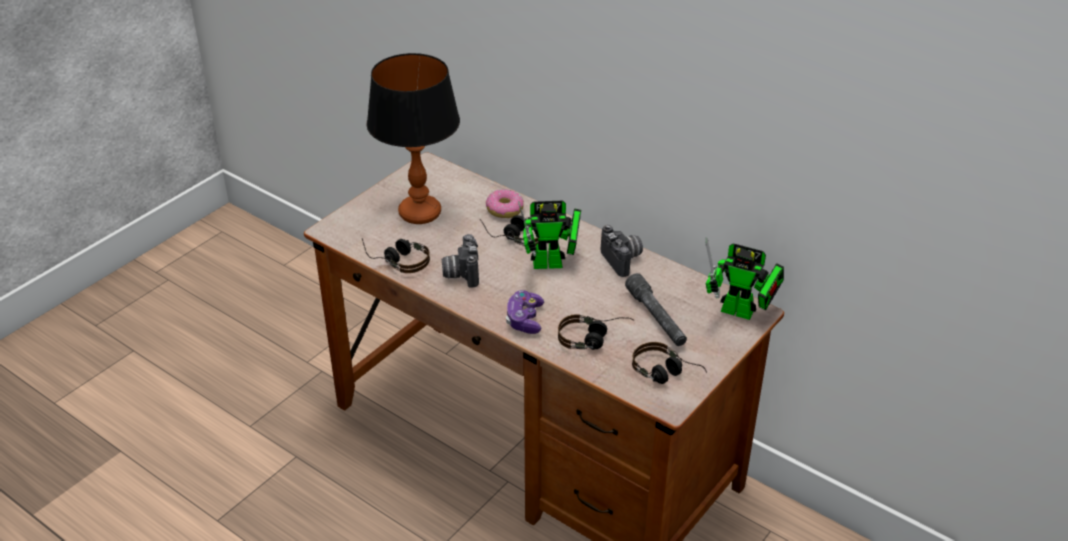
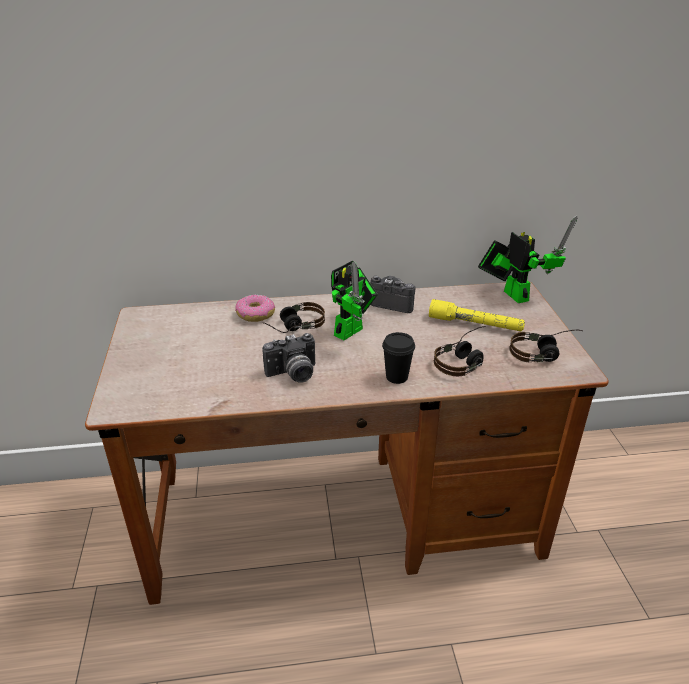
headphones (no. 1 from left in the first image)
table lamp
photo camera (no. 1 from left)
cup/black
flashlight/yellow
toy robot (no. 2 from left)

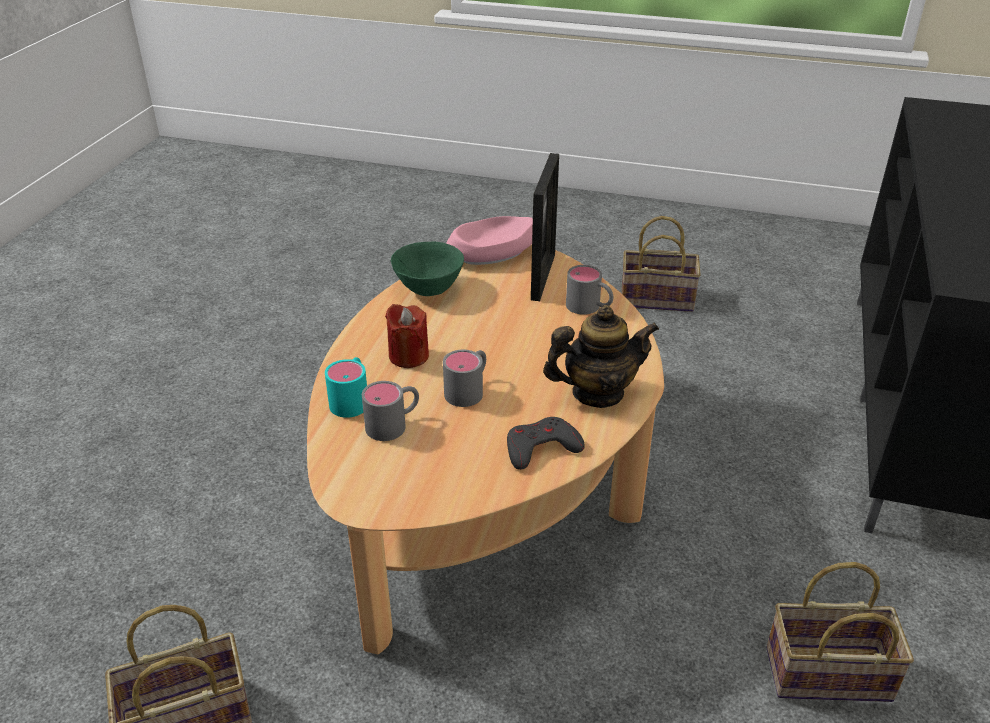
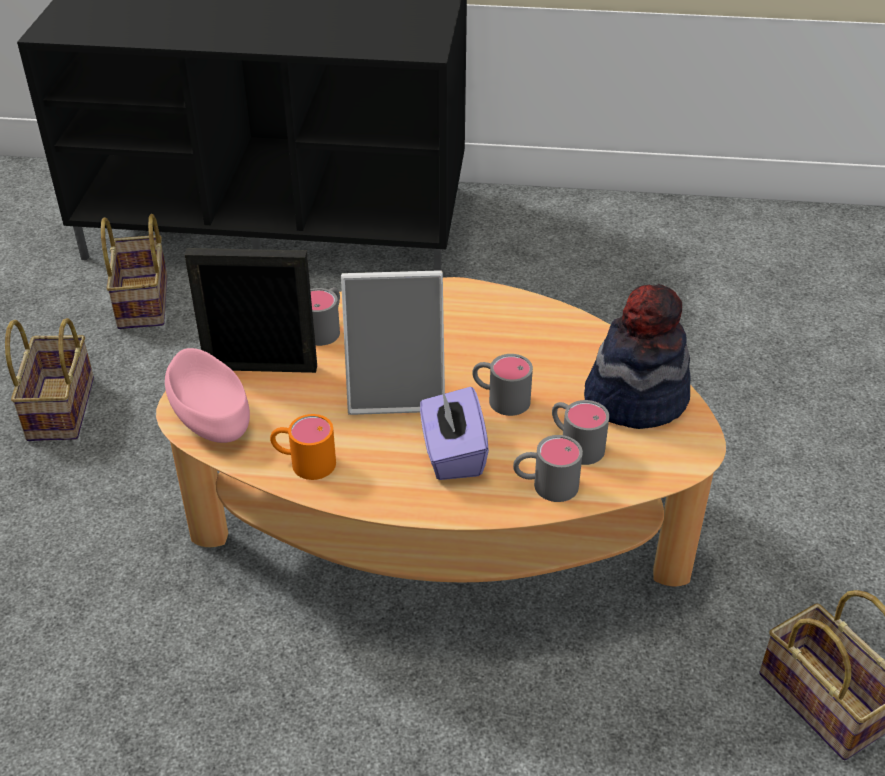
mug/grey (no. 3 from left)
tissue box/purple
mug/orange
game controller/grey
teapot
basket (no. 2 from left)
picture frame (no. 2 from left)
hat

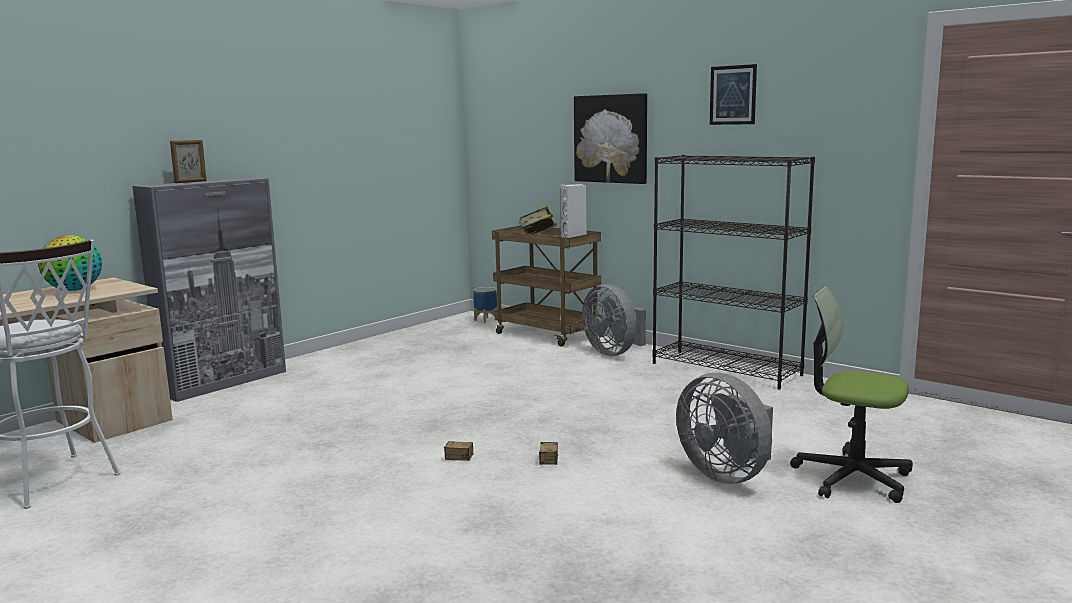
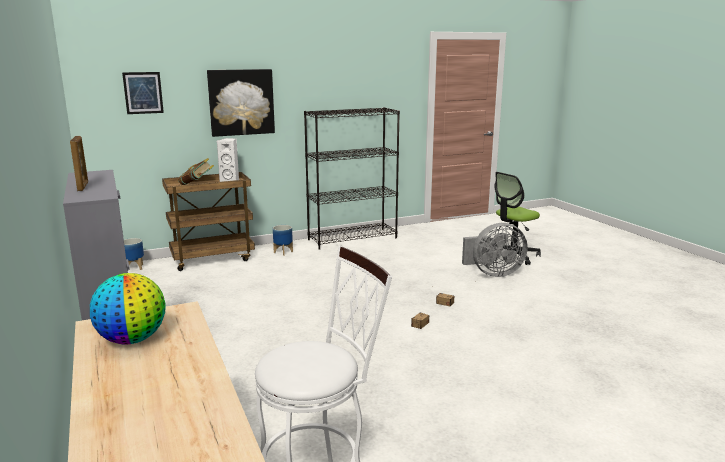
planter (no. 2 from left)
picture (no. 1 from left)

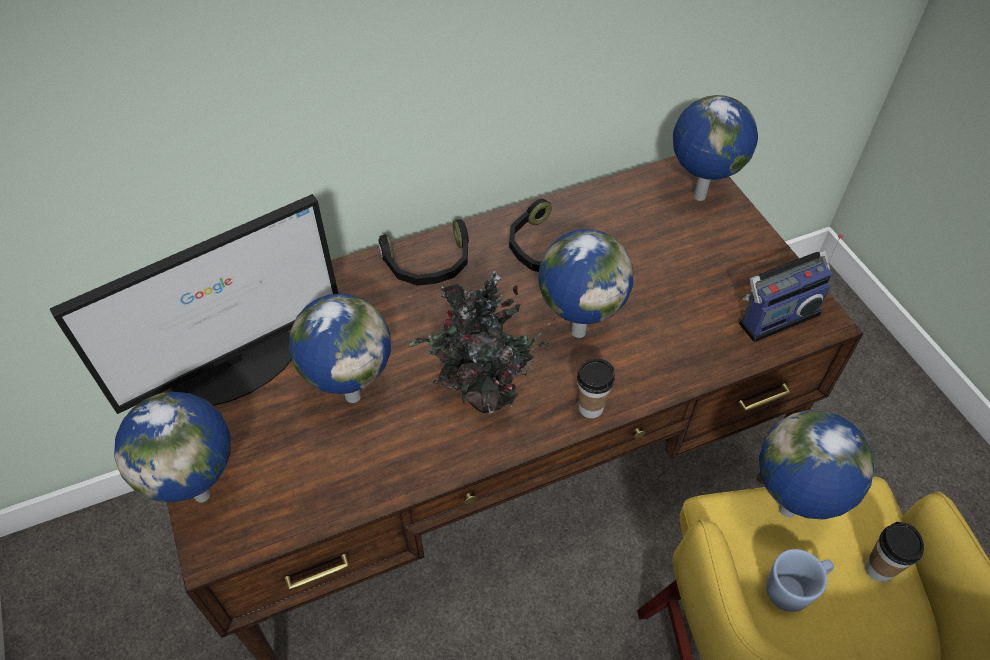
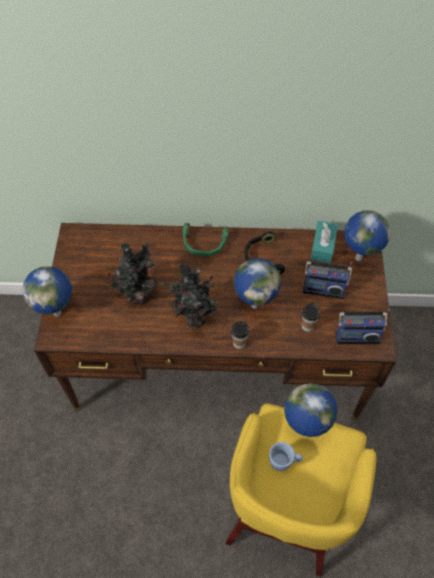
monitor
potted plant (no. 1 from left)
headphones/green
cup (no. 2 from left)
radio (no. 1 from left)
tissue box/turquoise

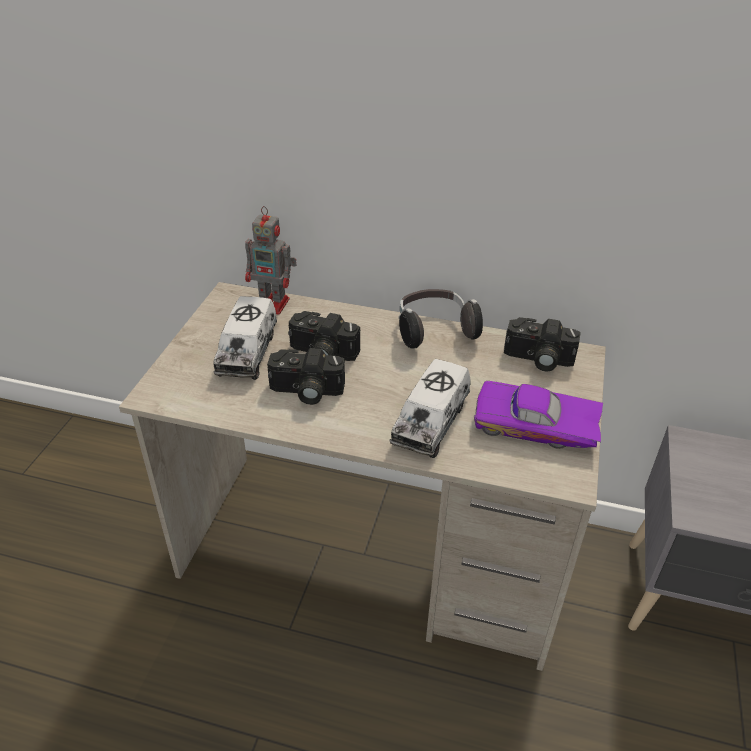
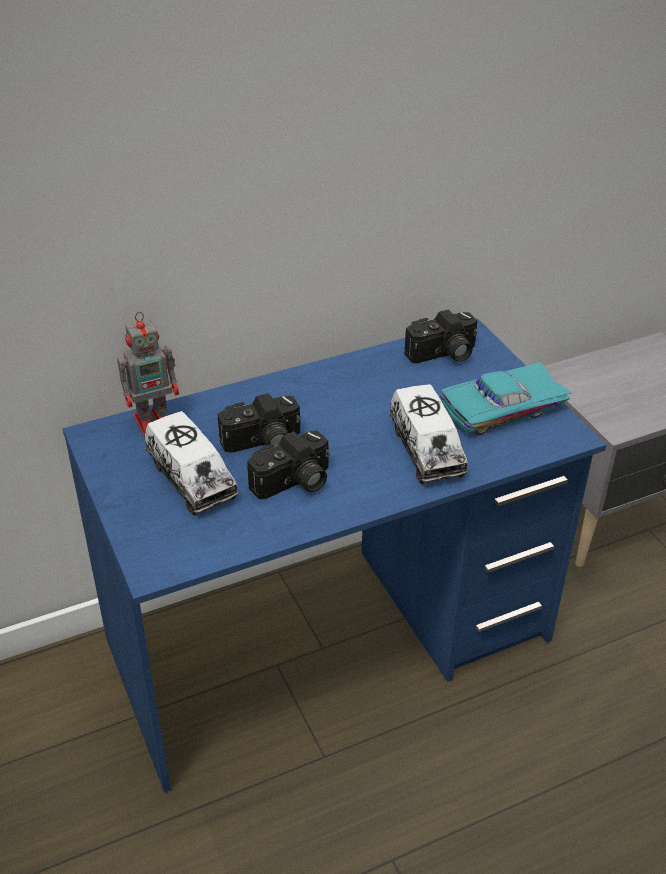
desk/blue
headphones
toy car/turquoise

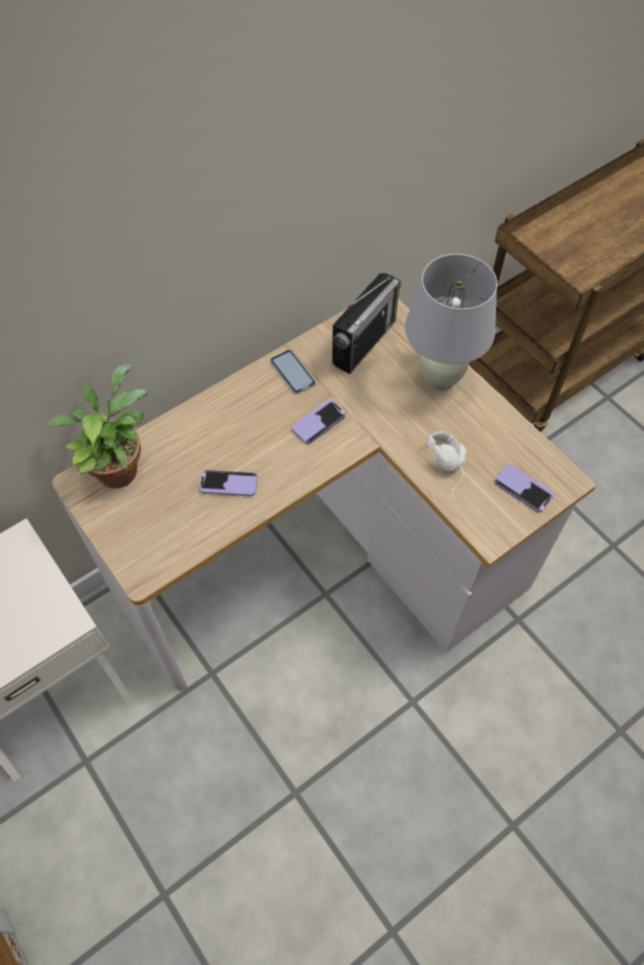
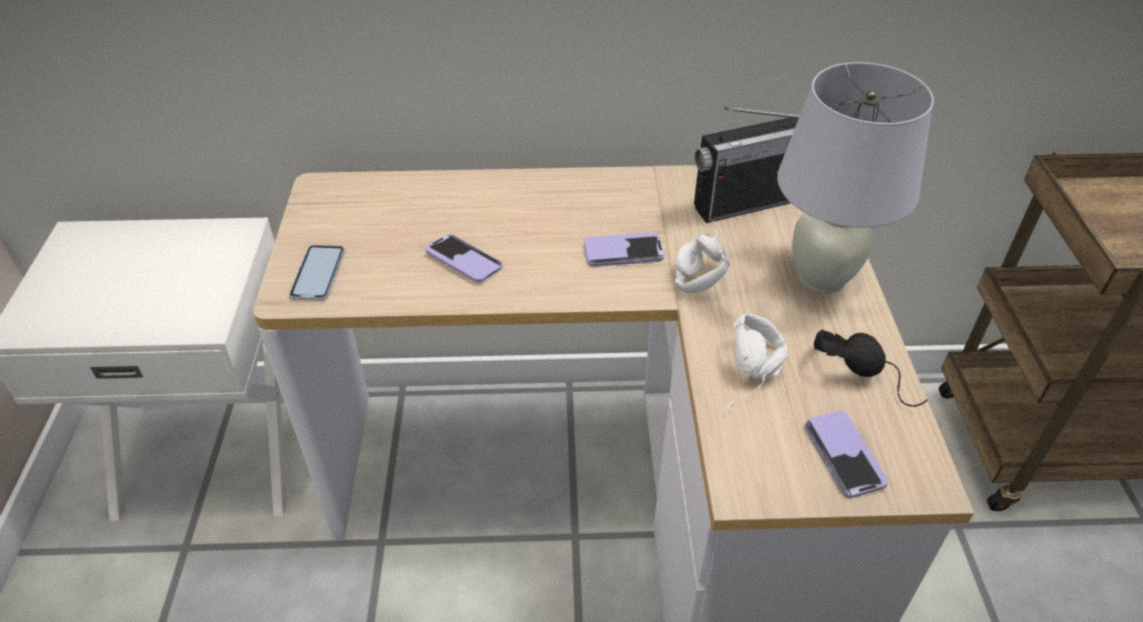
potted plant
phone (no. 1 from left)
headphones/white (no. 1 from left)
headphones/black

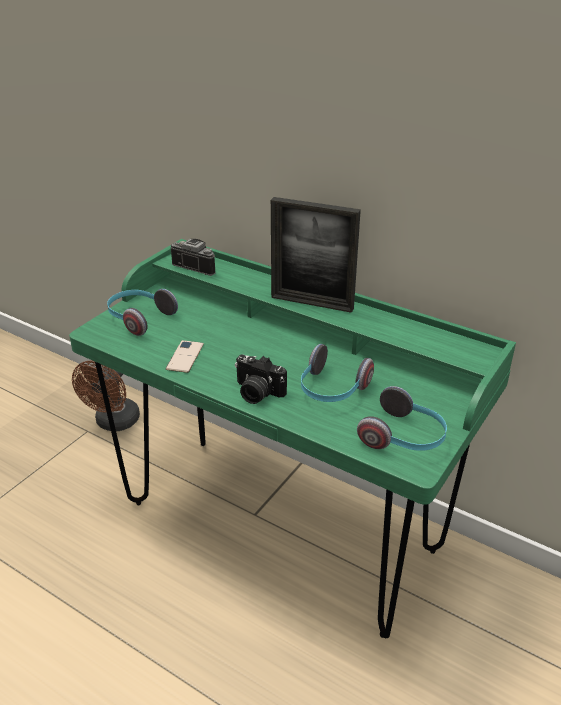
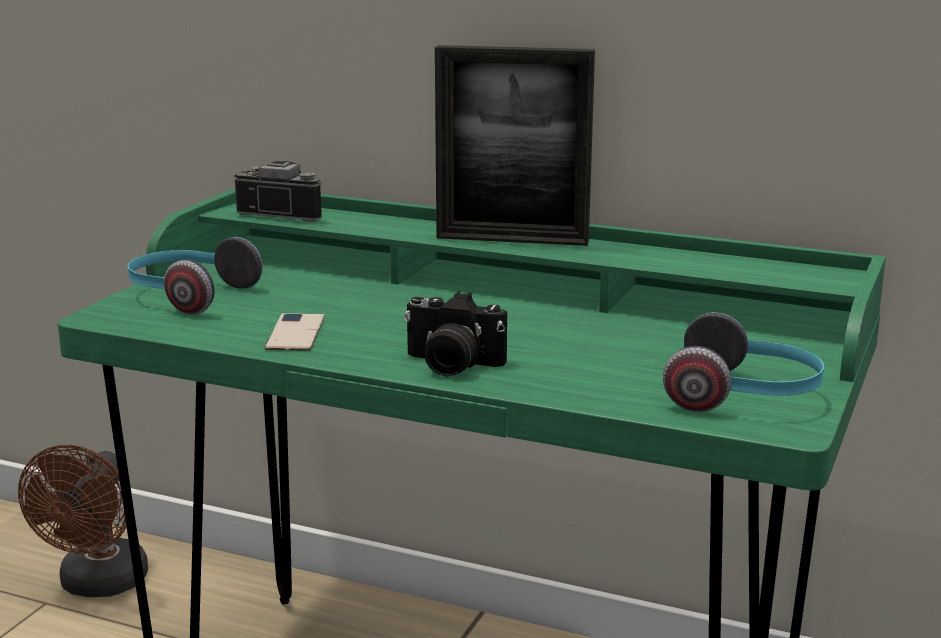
headphones (no. 2 from left in the first image)

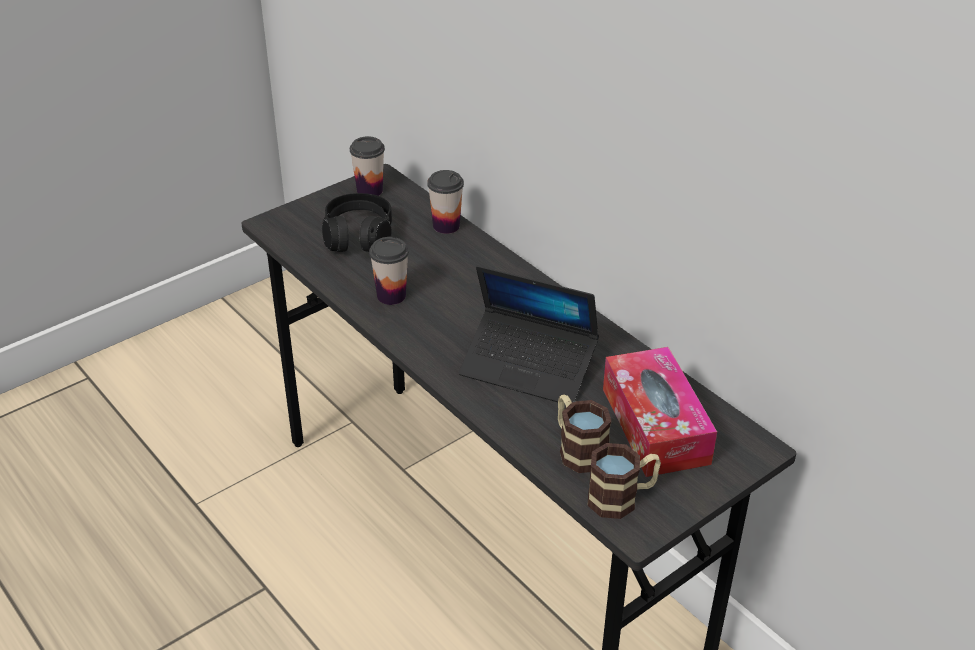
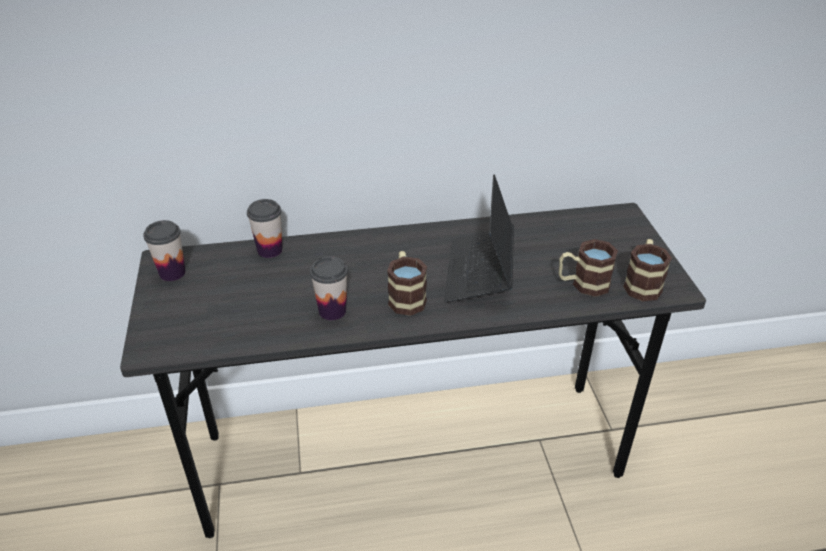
headphones/black
laptop
tissue box
mug (no. 1 from left)

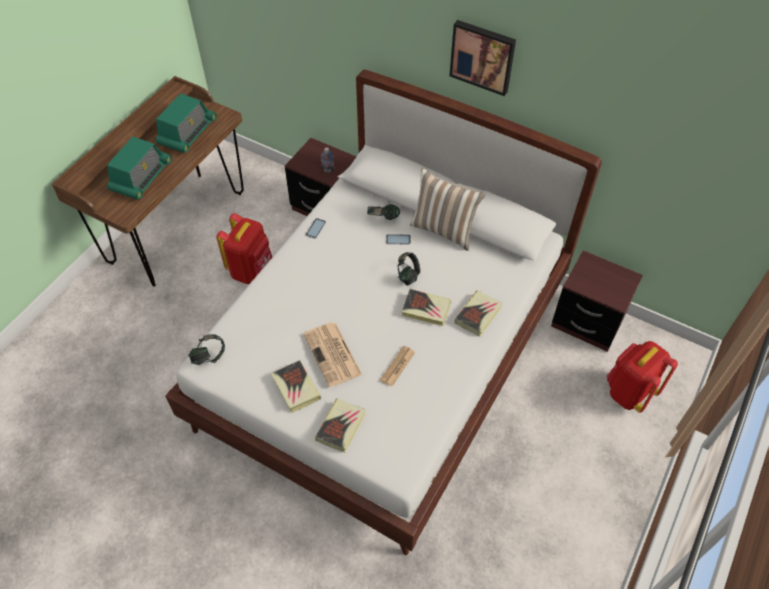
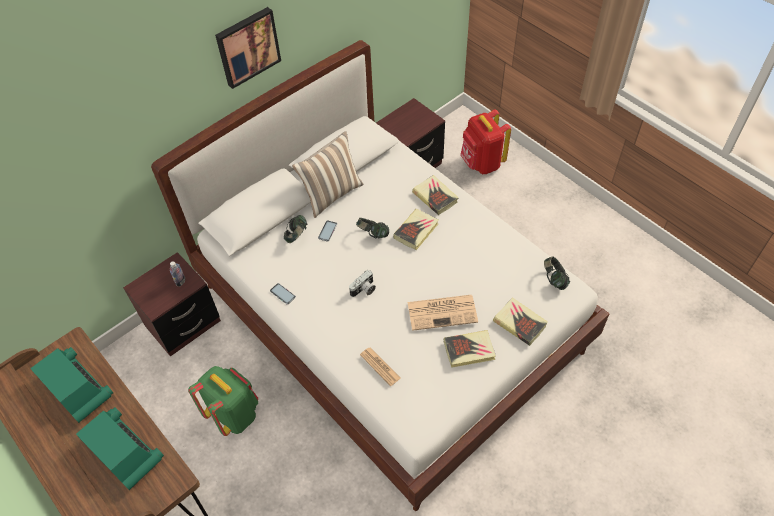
headphones (no. 3 from left)
backpack/green
newspaper (no. 1 from left)
photo camera

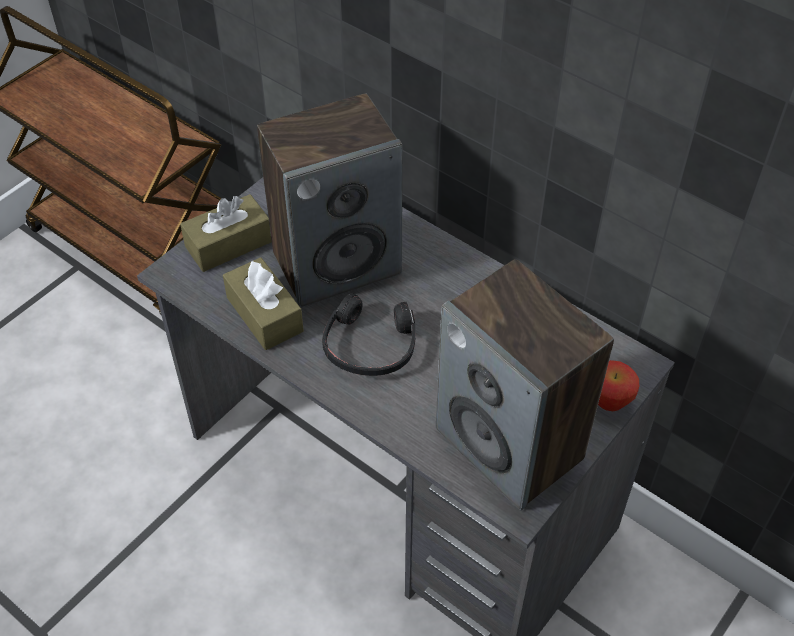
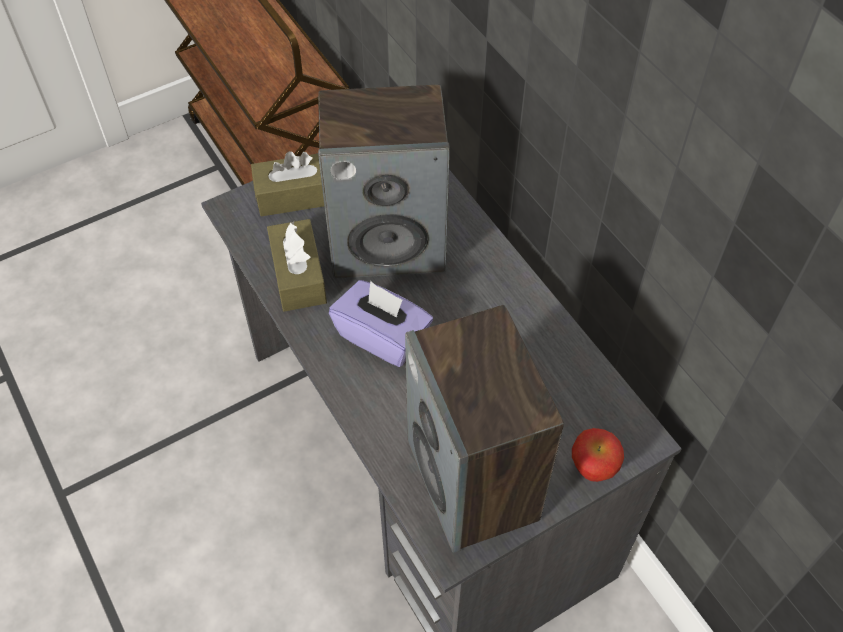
tissue box/purple

